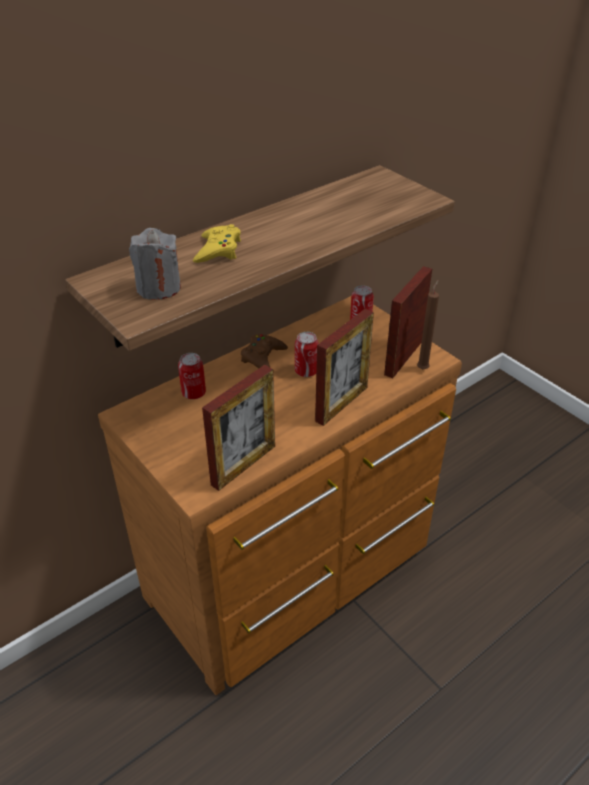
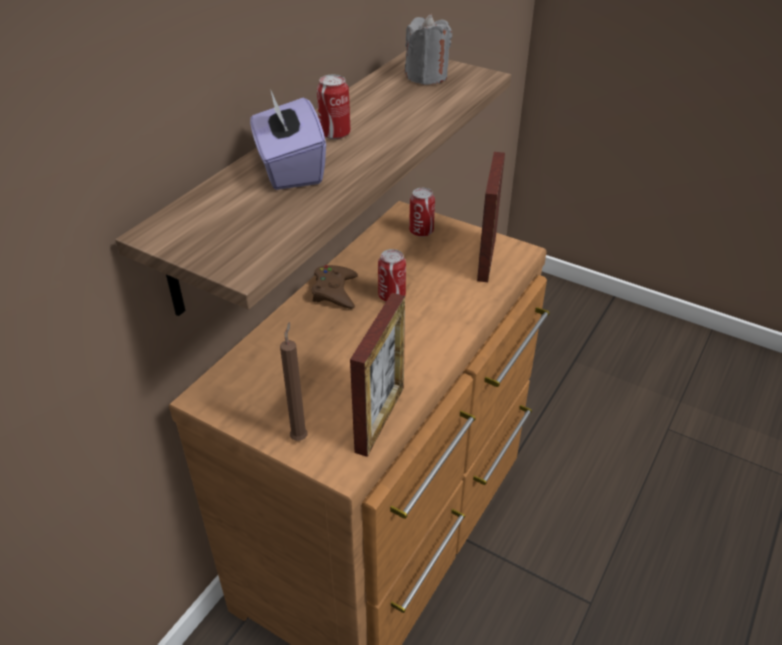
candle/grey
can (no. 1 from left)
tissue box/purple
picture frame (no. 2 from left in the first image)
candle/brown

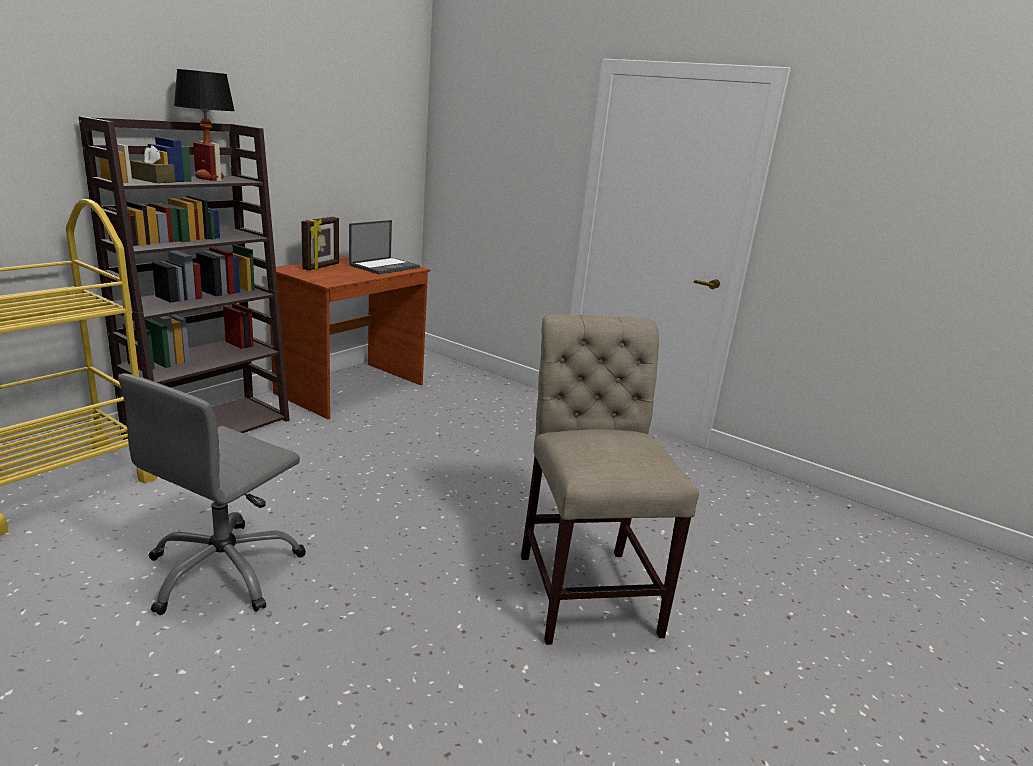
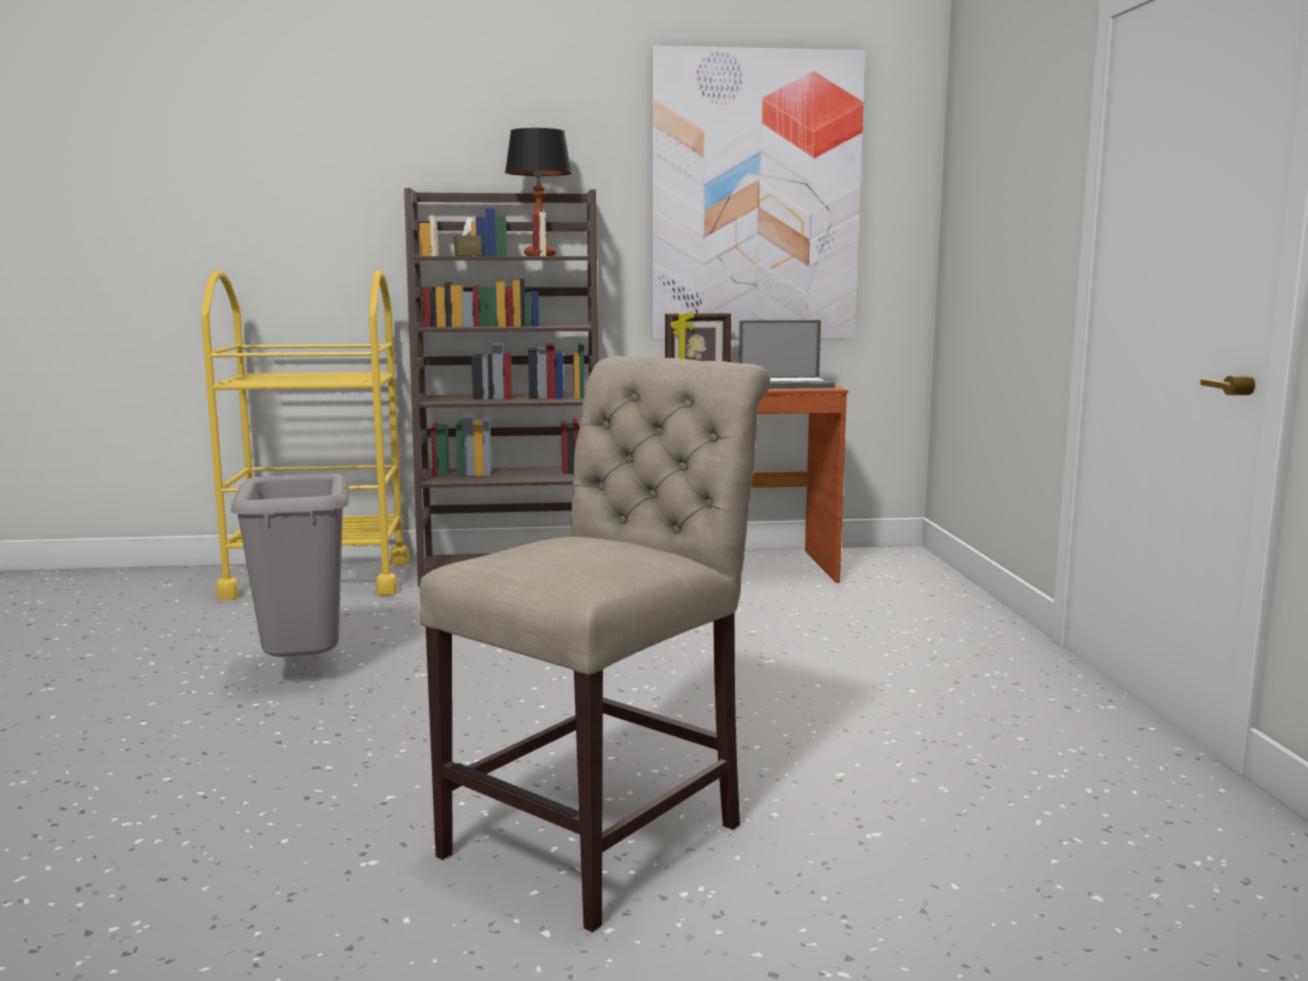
trash can/grey
picture

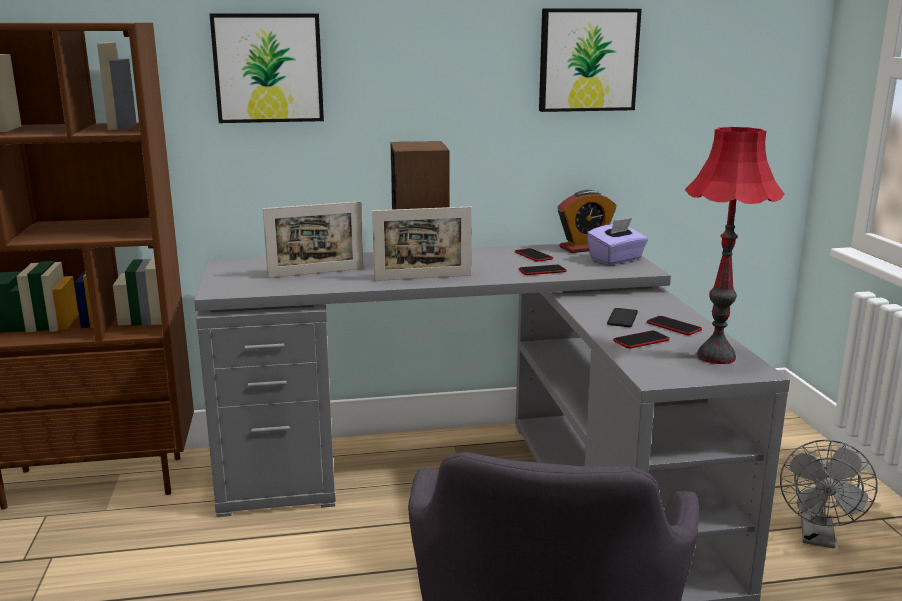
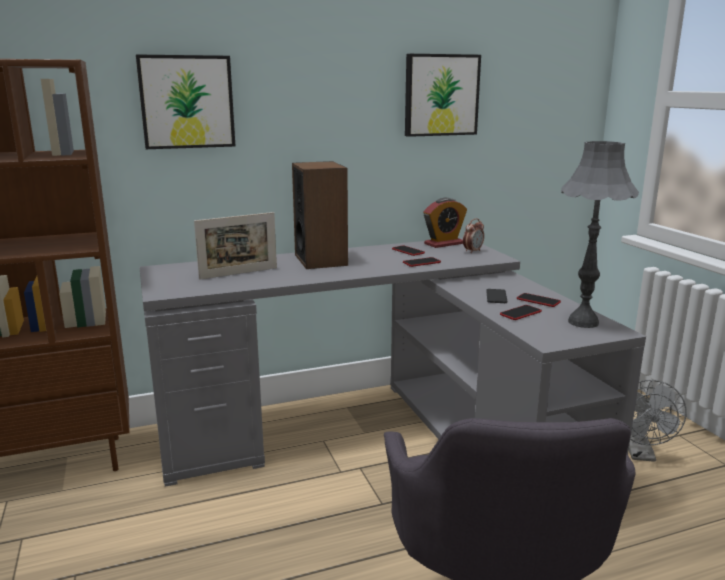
picture frame (no. 2 from left in the first image)
alarm clock (no. 2 from left)
table lamp/grey

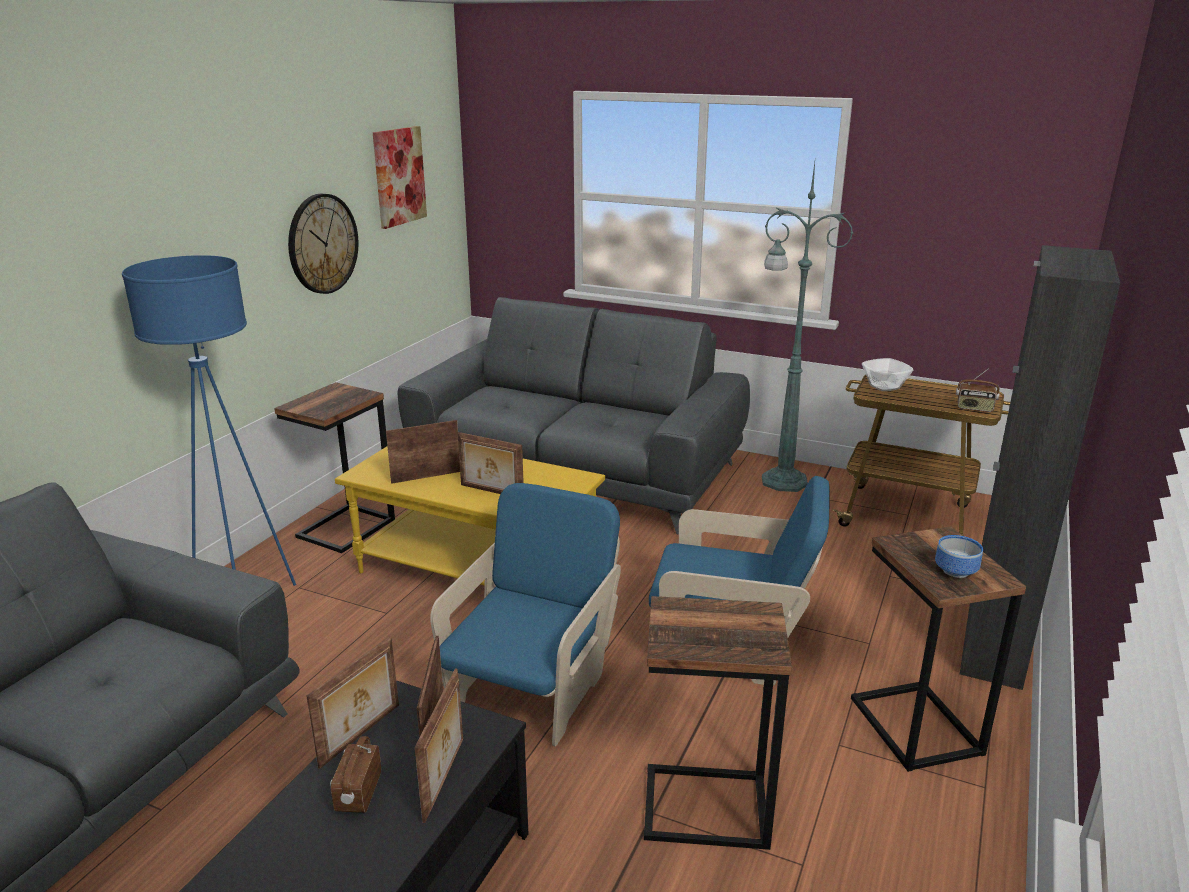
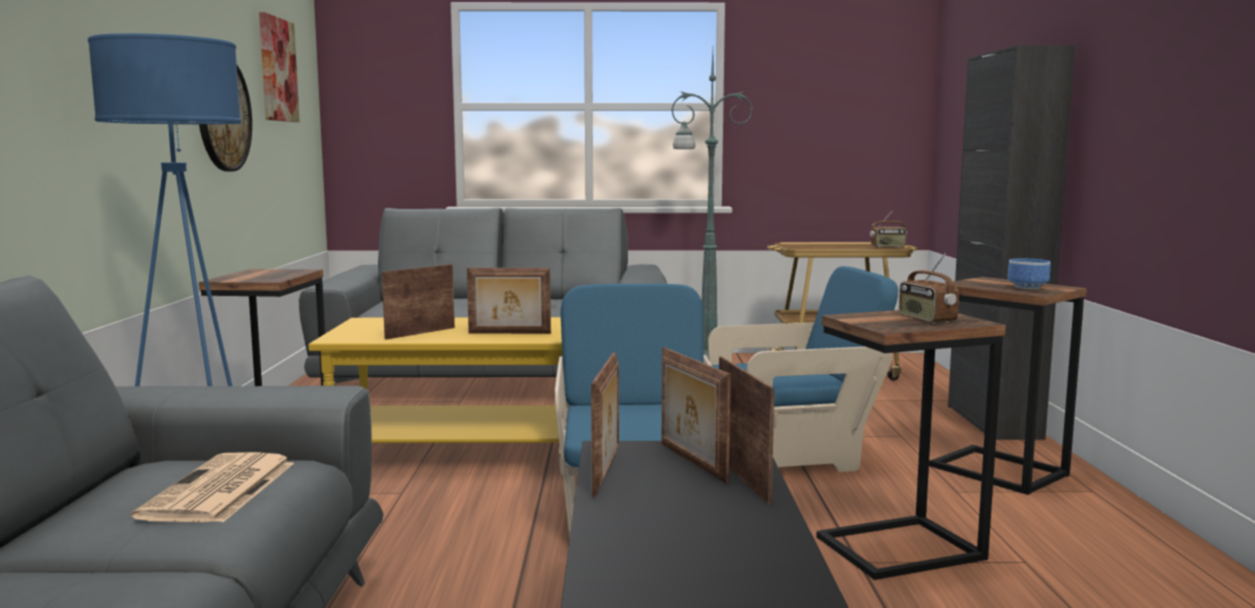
radio (no. 2 from left)
bowl (no. 1 from left in the first image)
newspaper

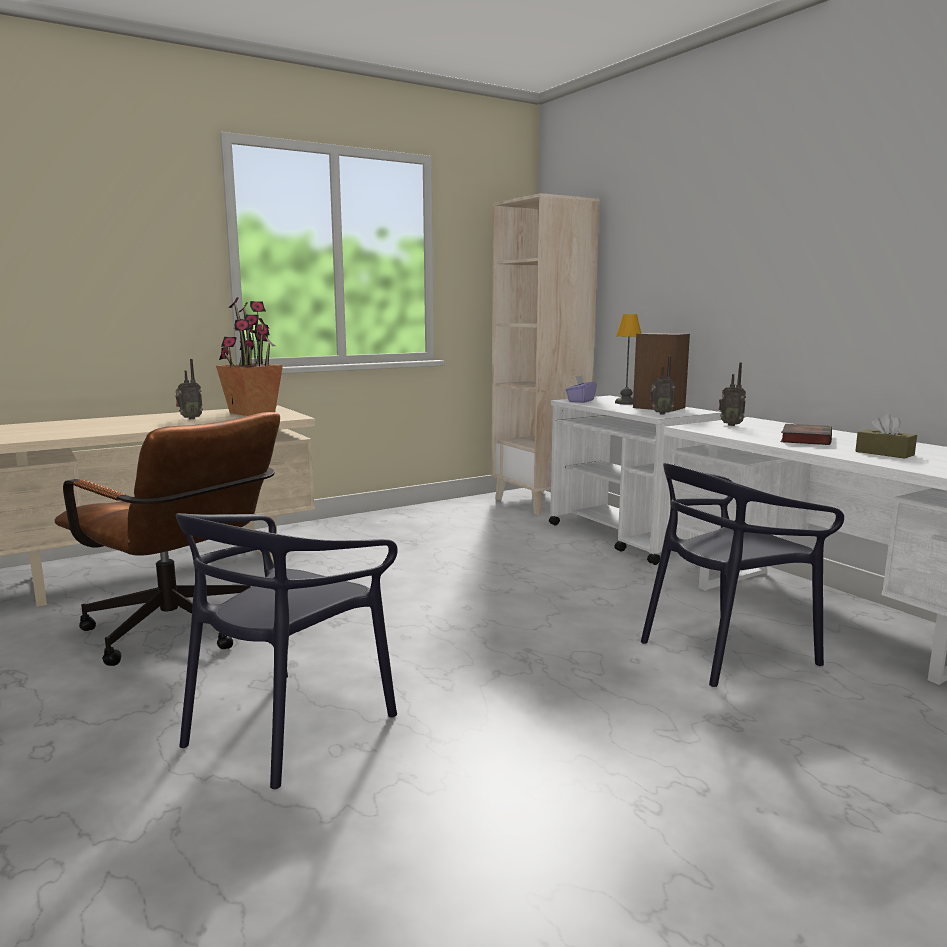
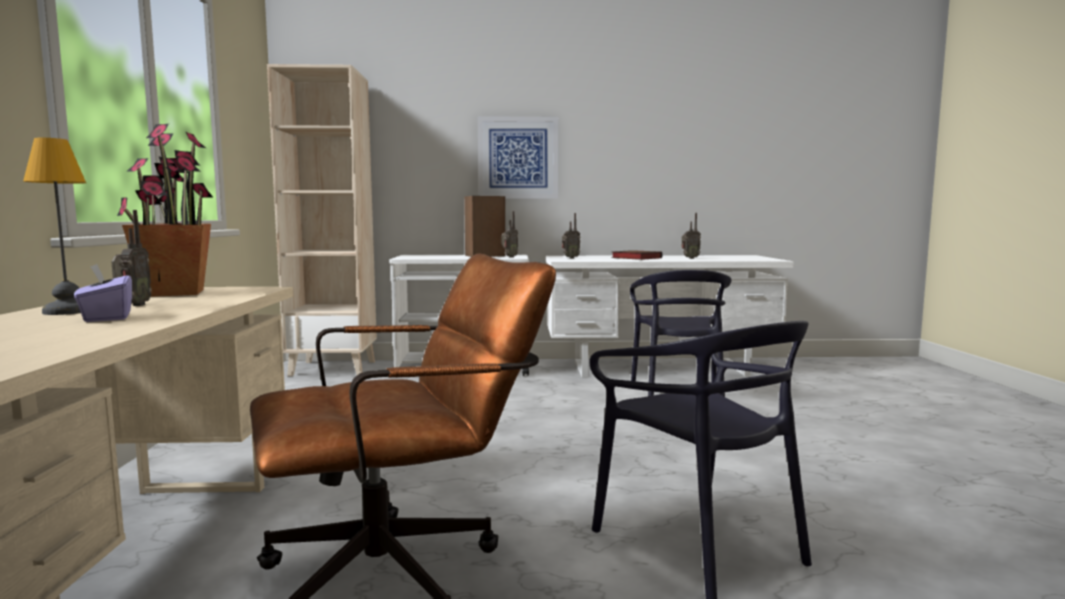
tissue box/purple
table lamp
radio (no. 4 from left)
picture

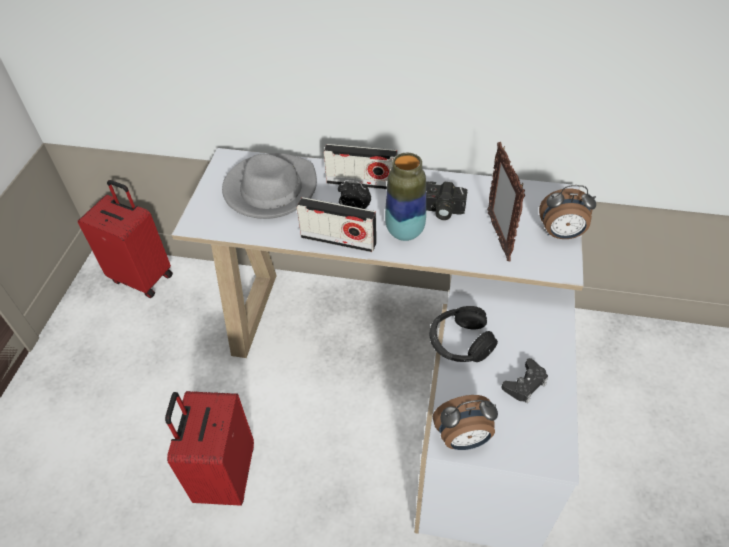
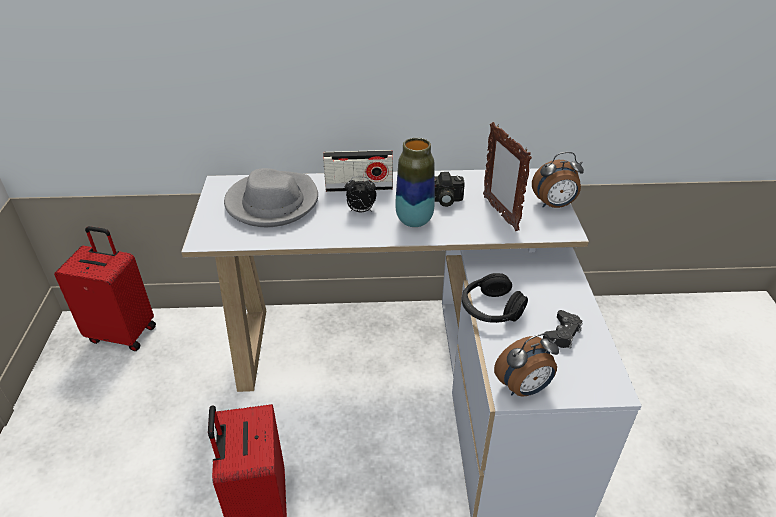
radio (no. 1 from left in the first image)

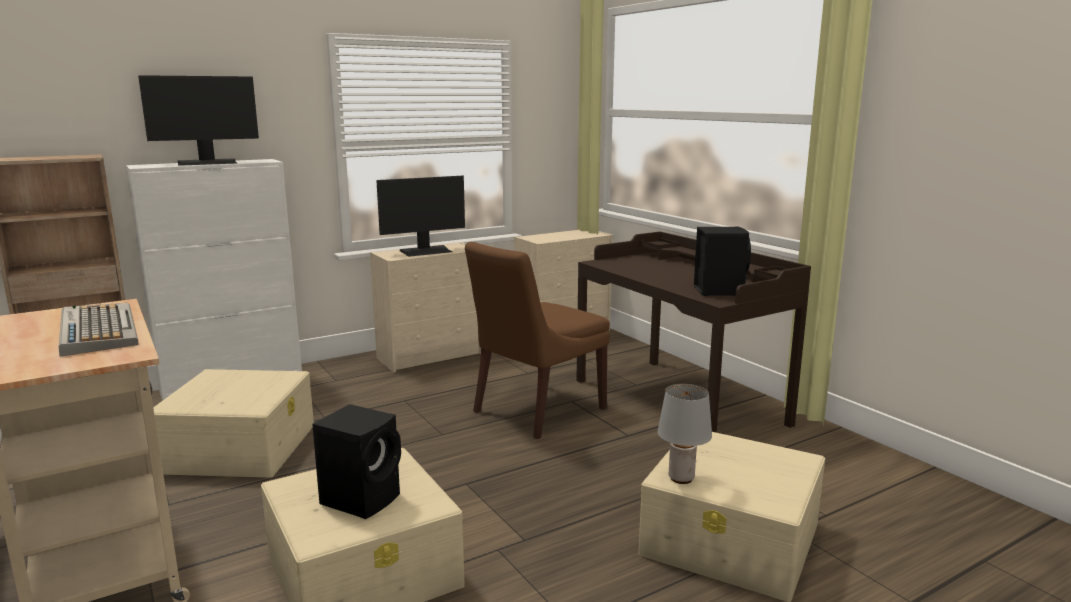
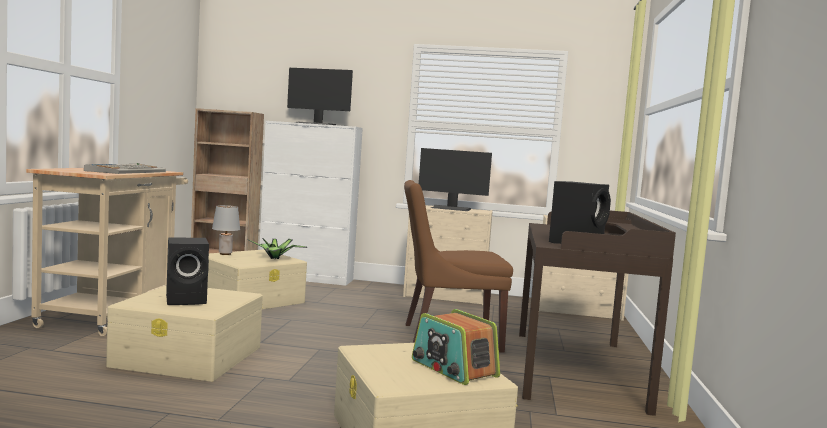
table lamp/grey
potted plant
radio

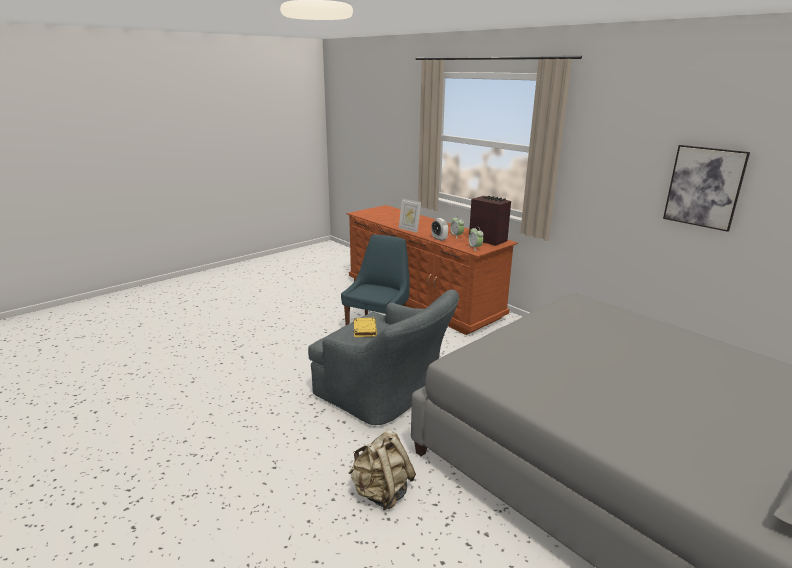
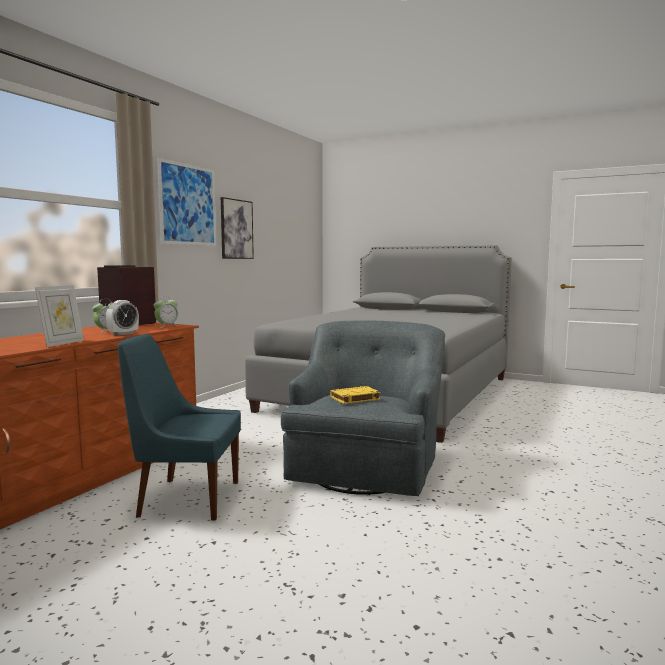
backpack/beige
picture (no. 1 from left)

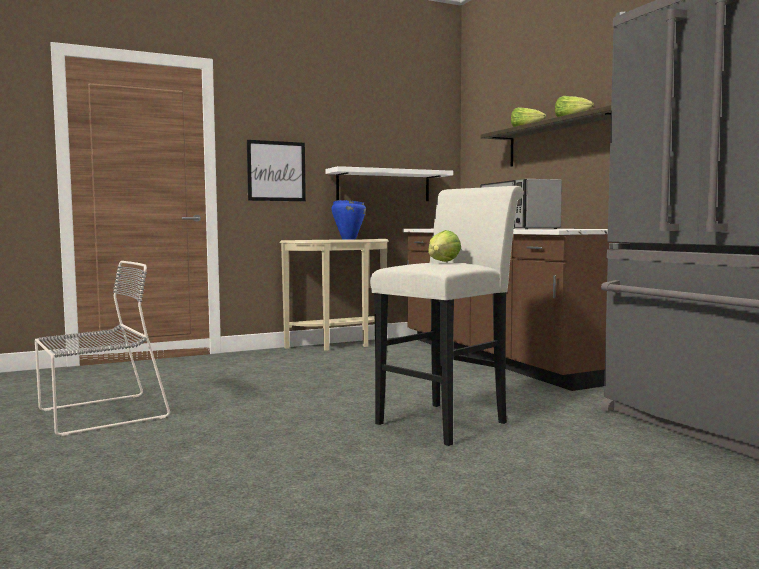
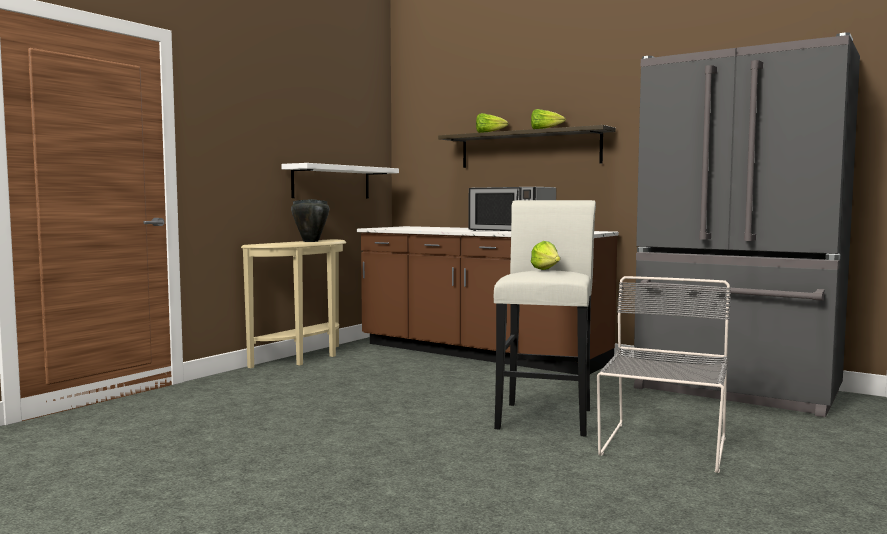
chair/grey
picture
cooking pot/black

